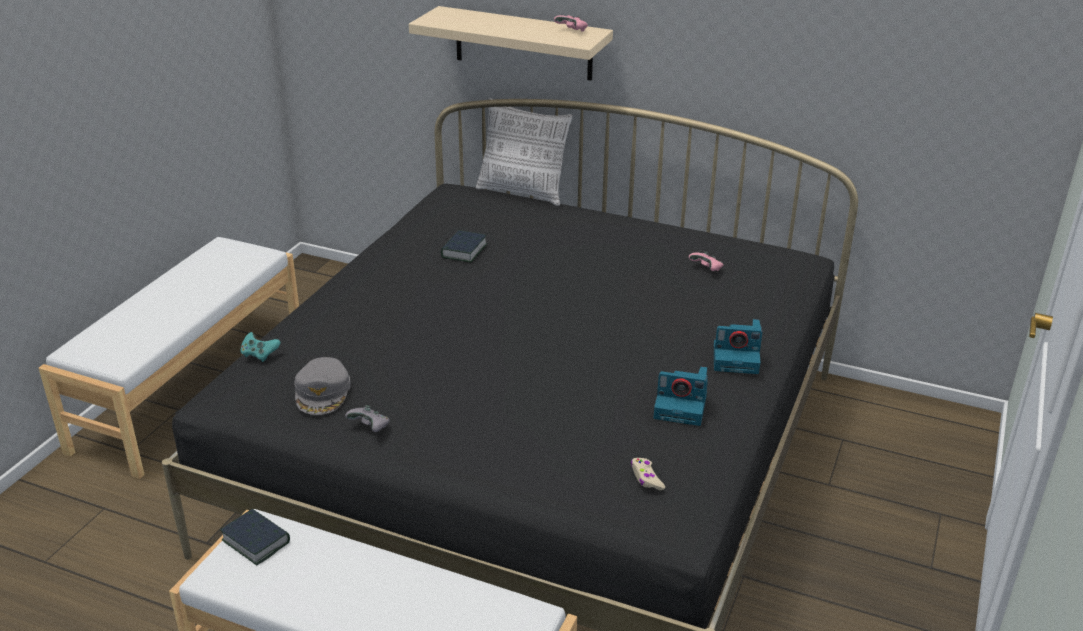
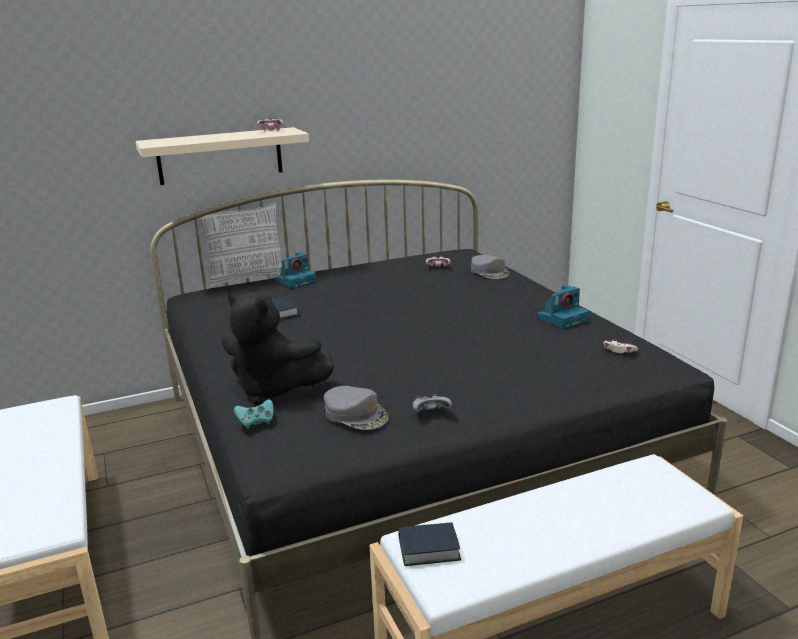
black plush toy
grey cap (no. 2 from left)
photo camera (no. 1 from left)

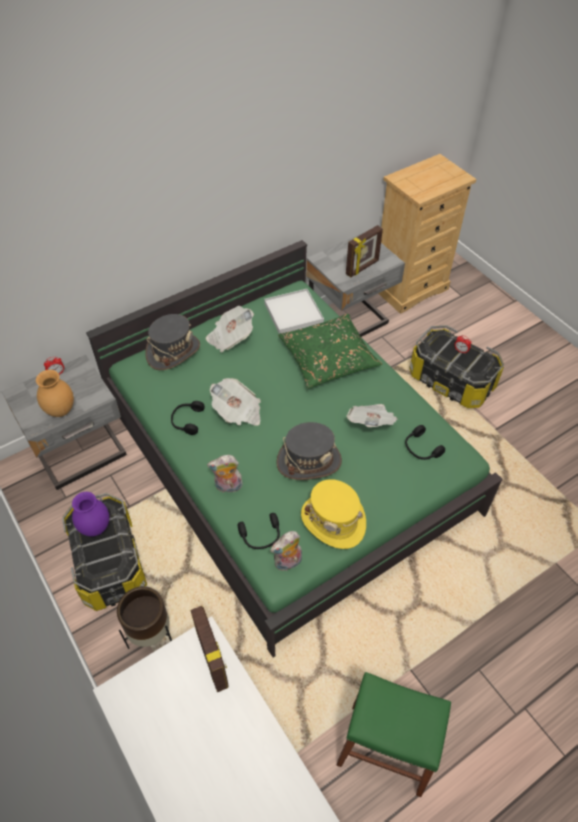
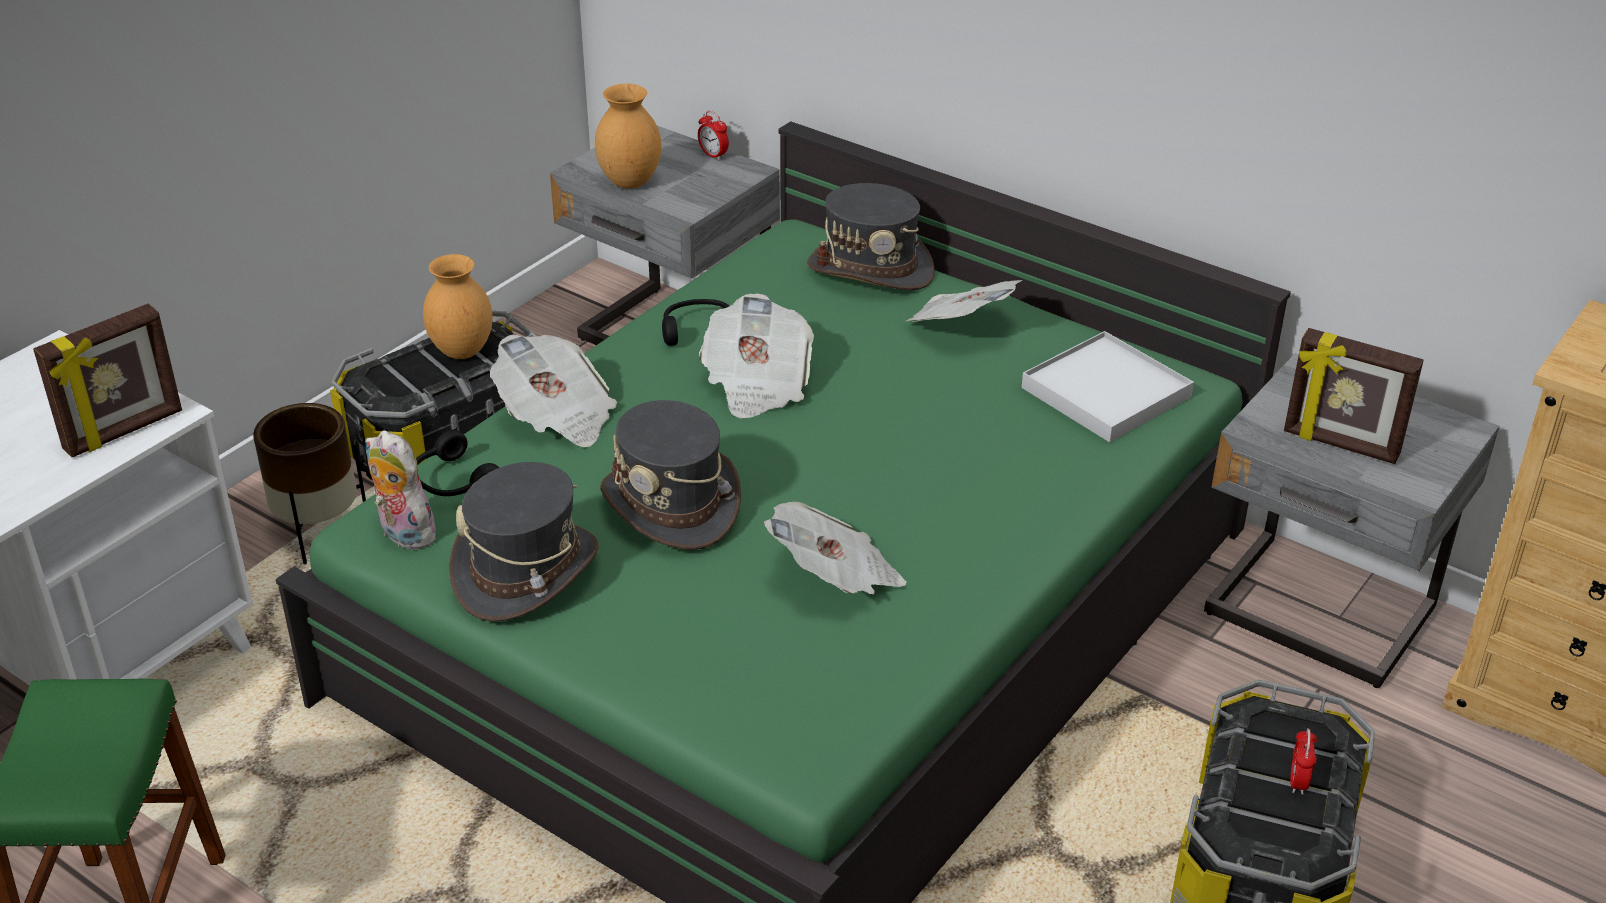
green pillow
black headphones (no. 3 from left in the first image)
newspaper (no. 1 from left)
brown vase (no. 1 from left)
grey hat (no. 1 from left)

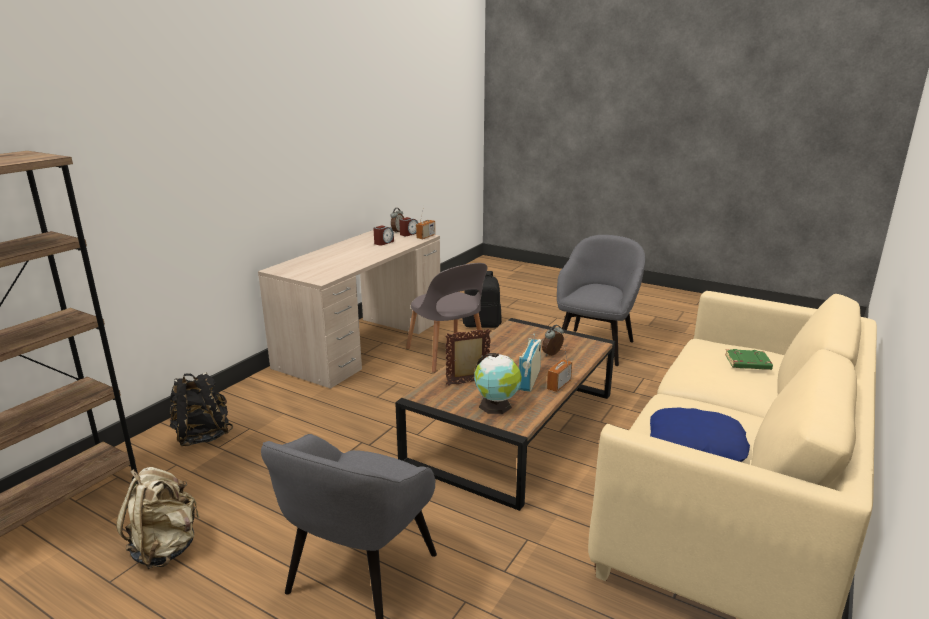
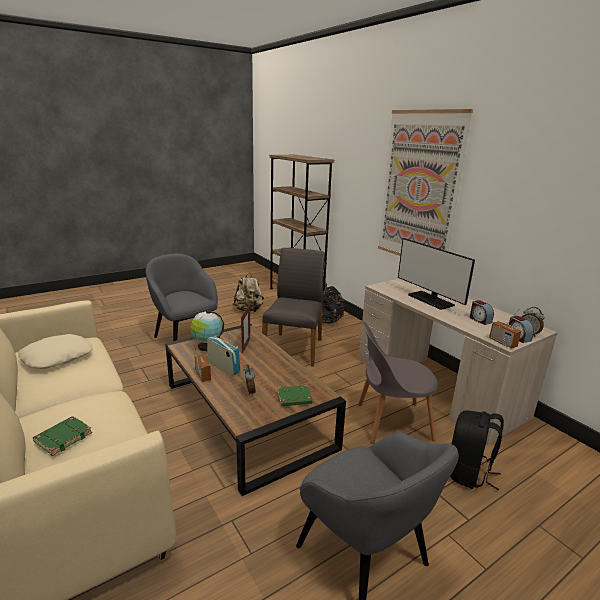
grey chair (no. 1 from left)
green book (no. 2 from left)
picture
monitor
beige pillow

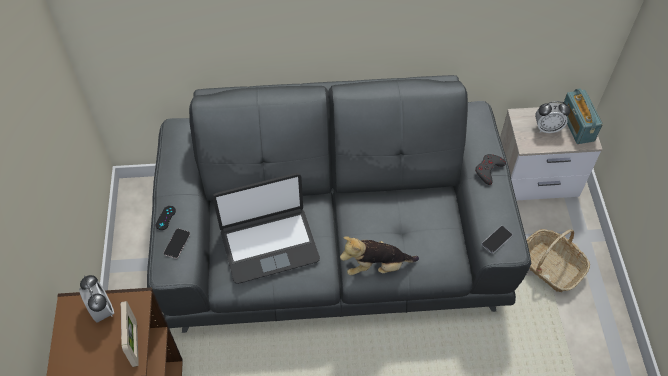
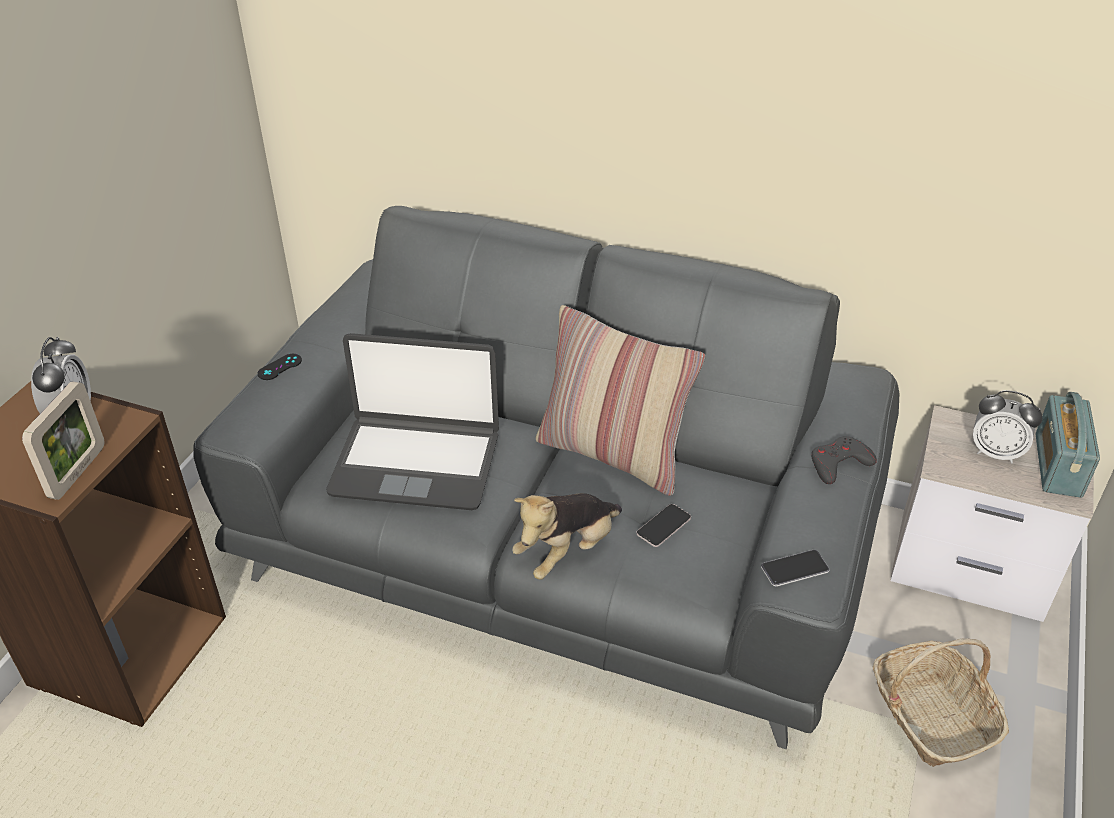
pillow
phone (no. 1 from left)
plush toy

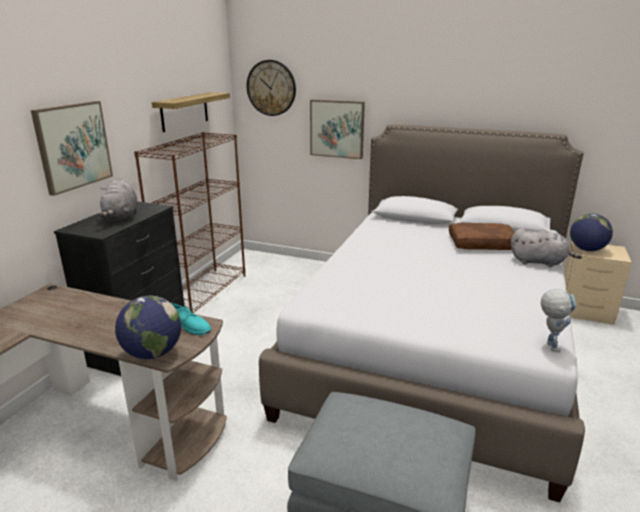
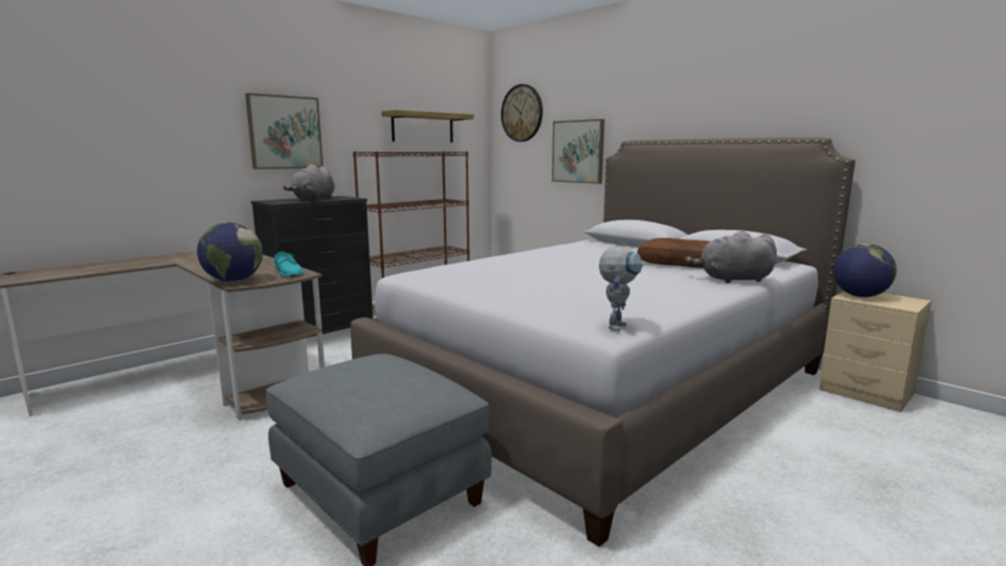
grey plush toy (no. 2 from left)

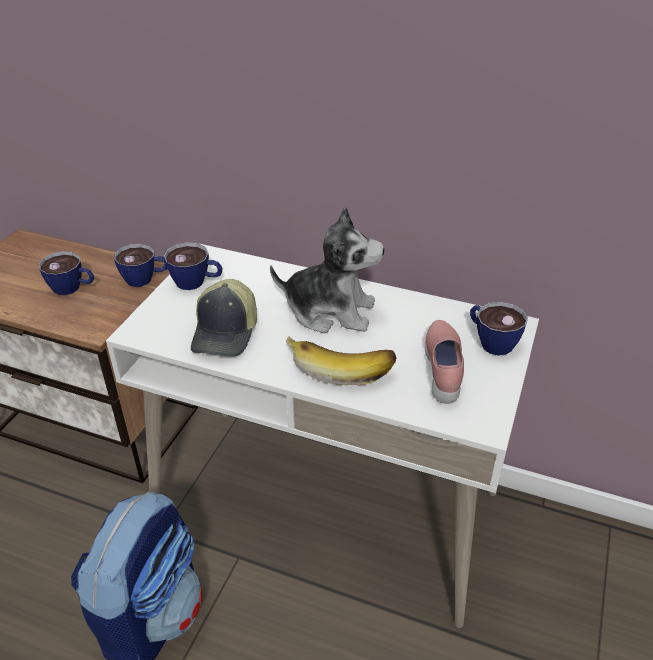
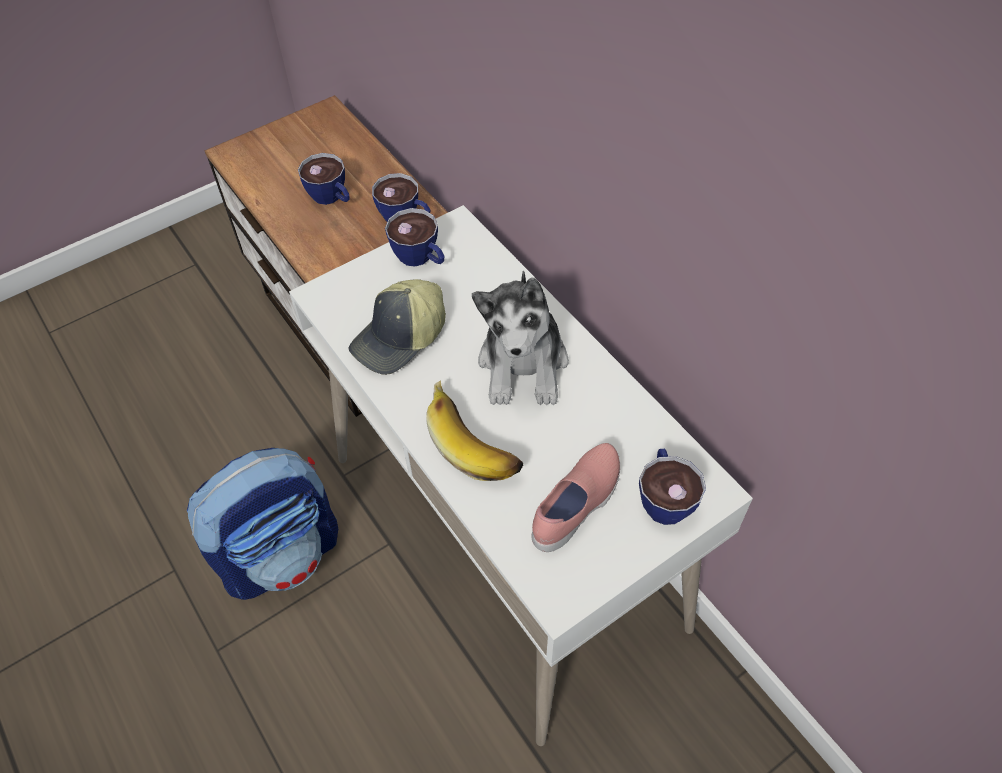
plush toy

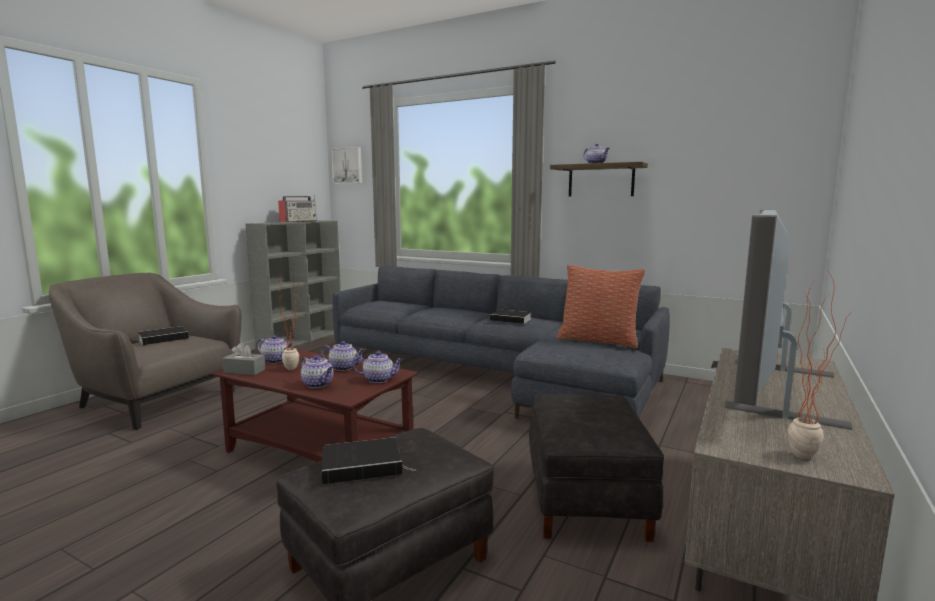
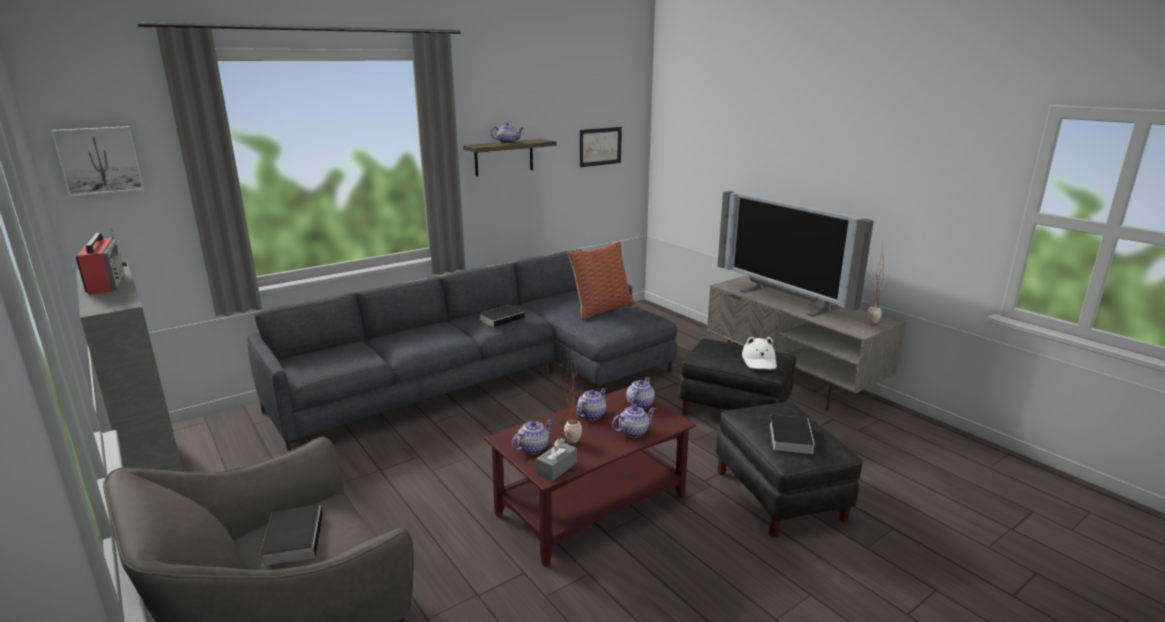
picture (no. 2 from left)
white hat

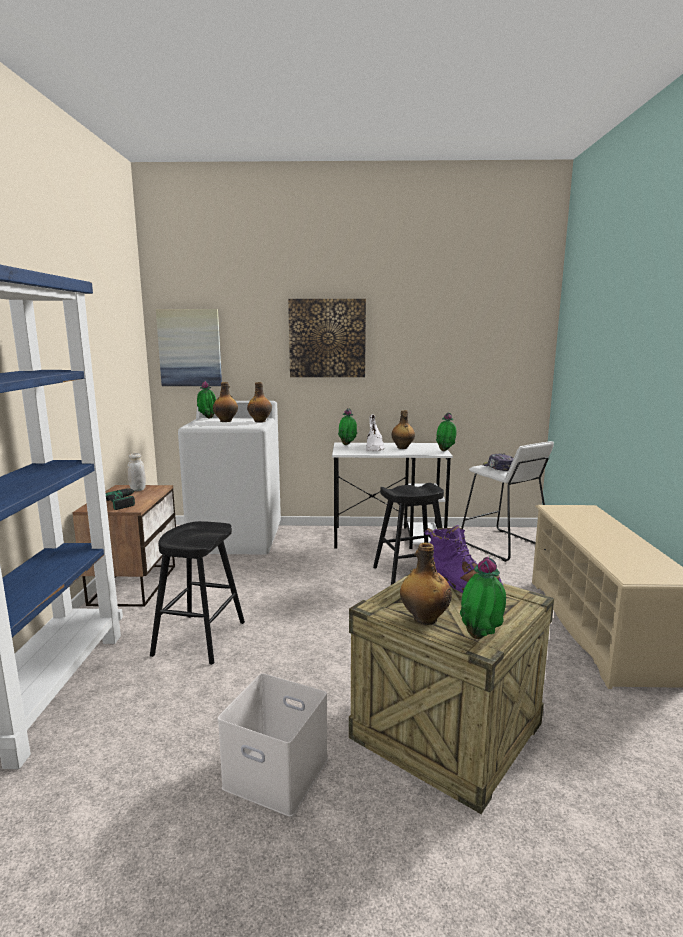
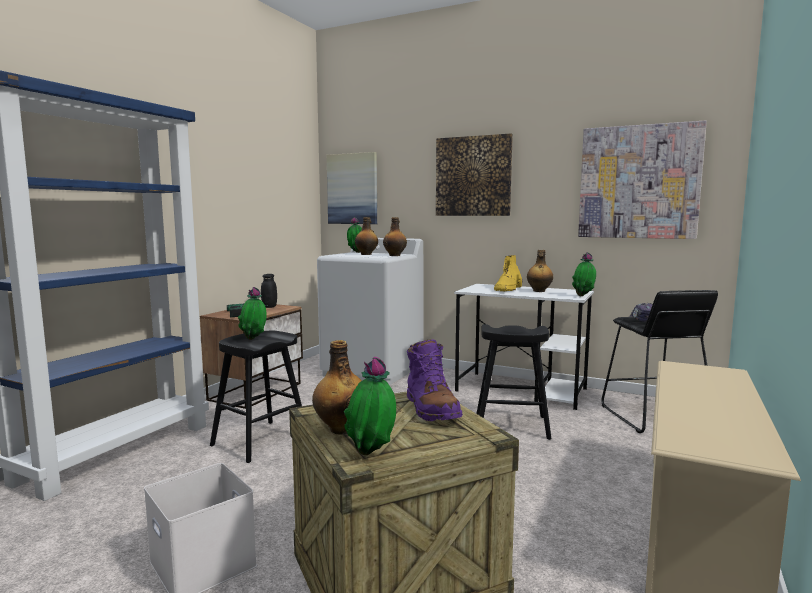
picture (no. 3 from left)
potted plant (no. 1 from left)
black jar
yellow boot
black stool (no. 3 from left)

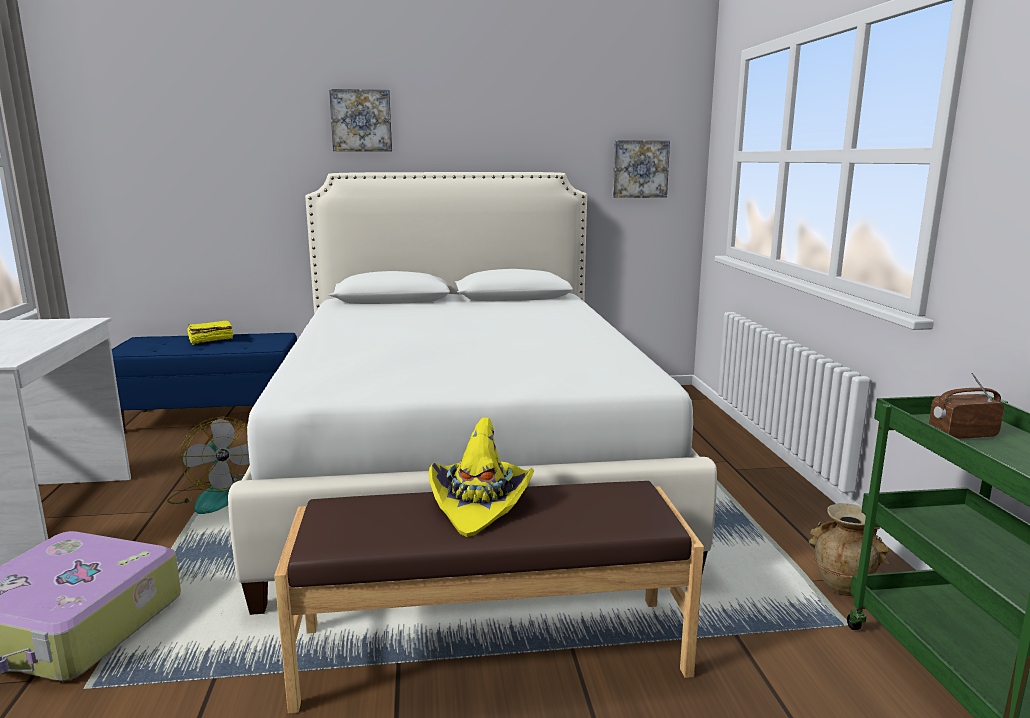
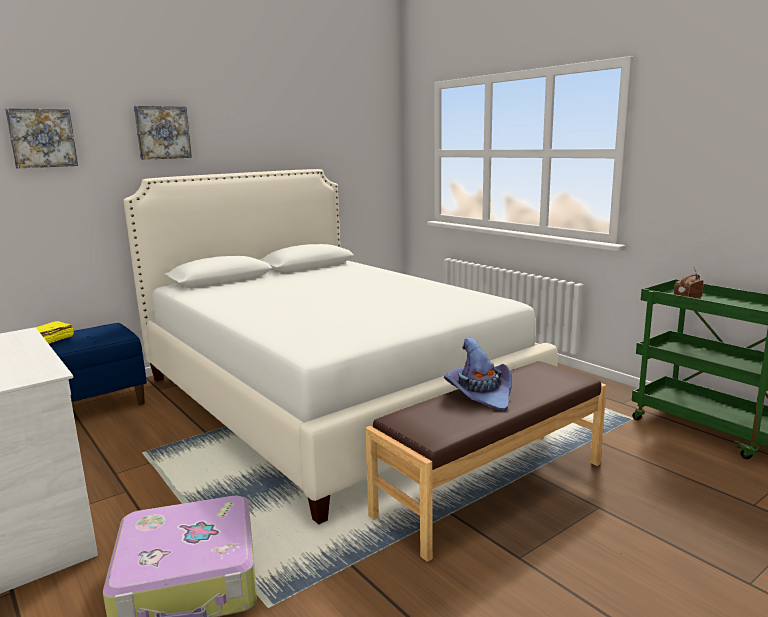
fan
beige vase
picture (no. 1 from left)
purple hat

